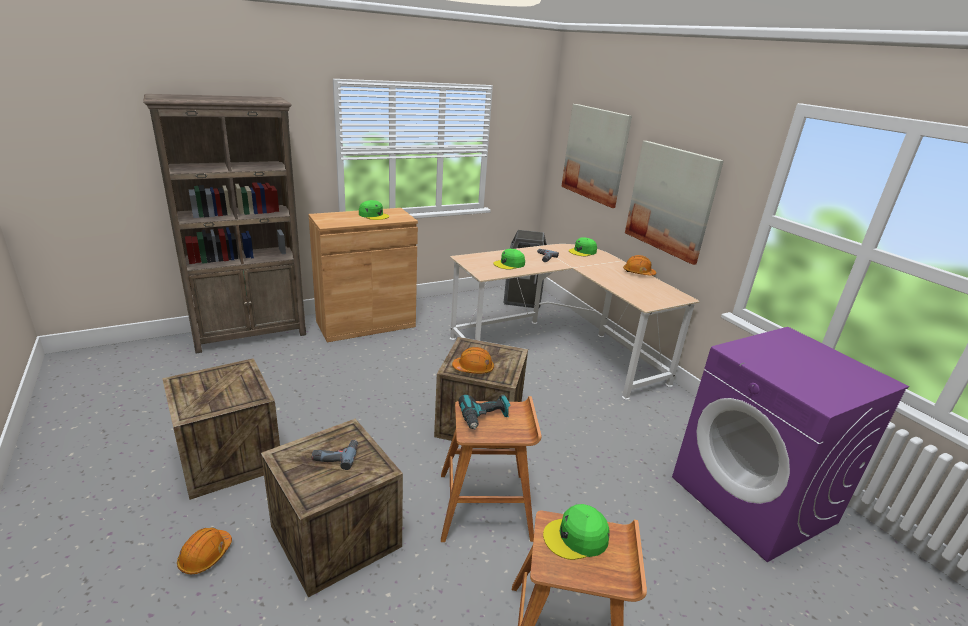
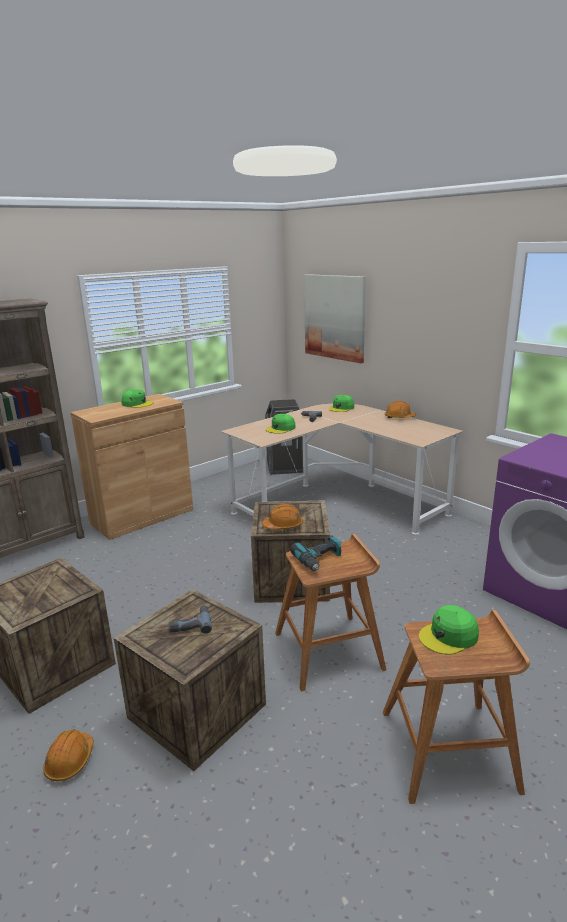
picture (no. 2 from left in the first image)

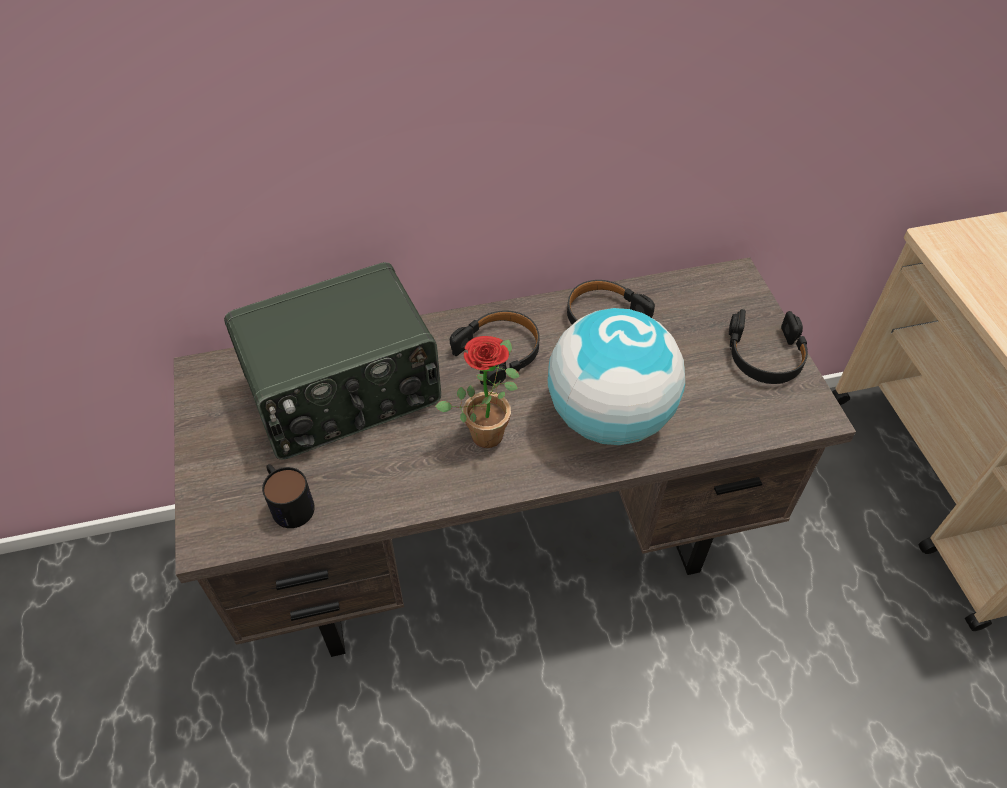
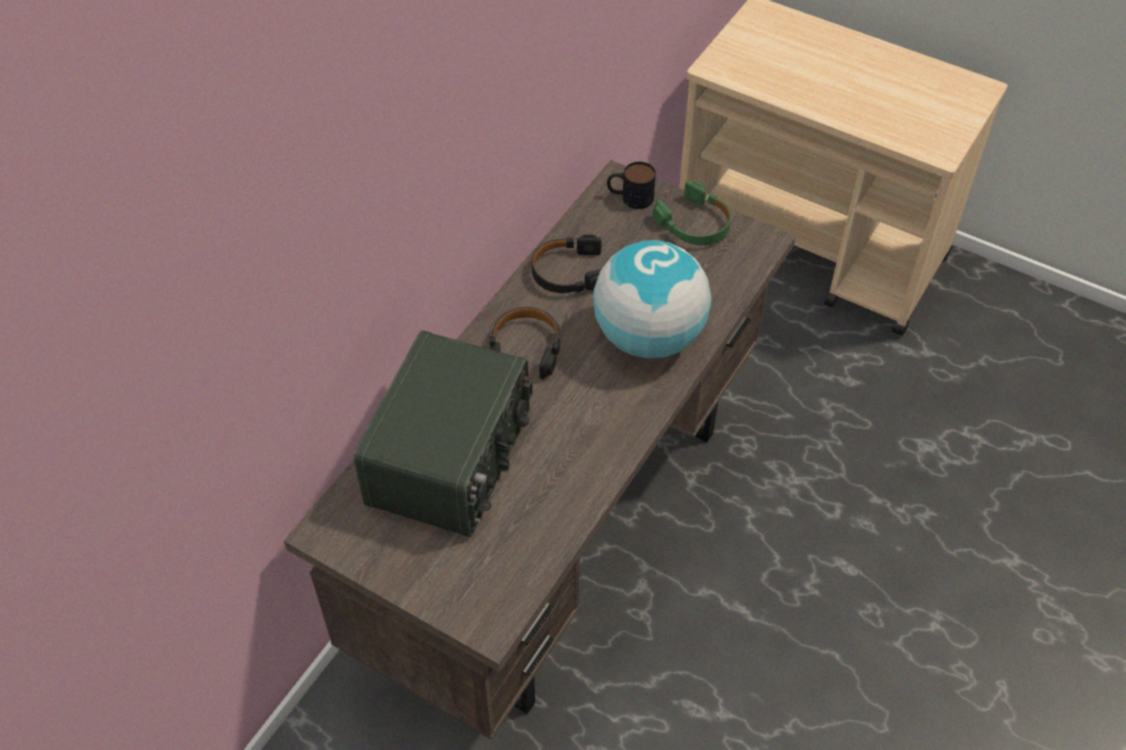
potted plant
mug
green headphones

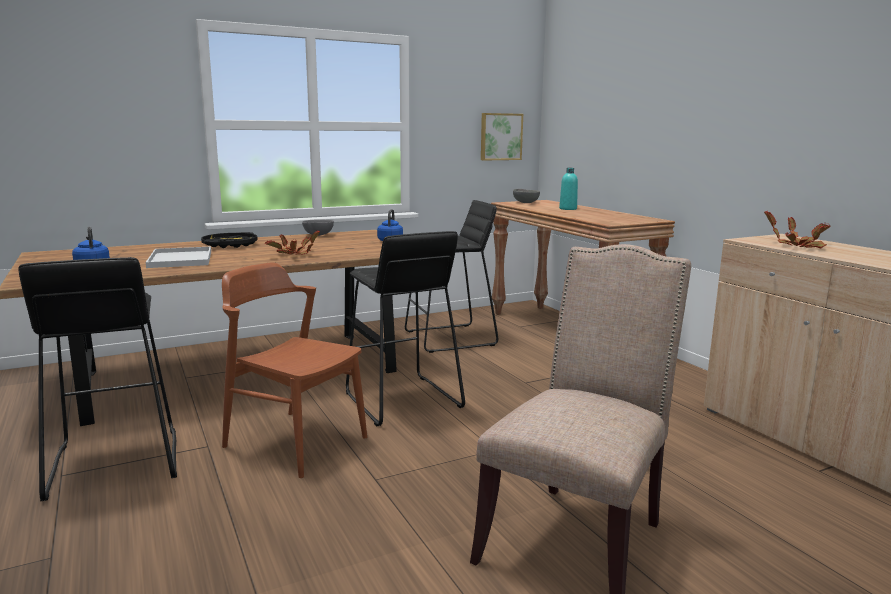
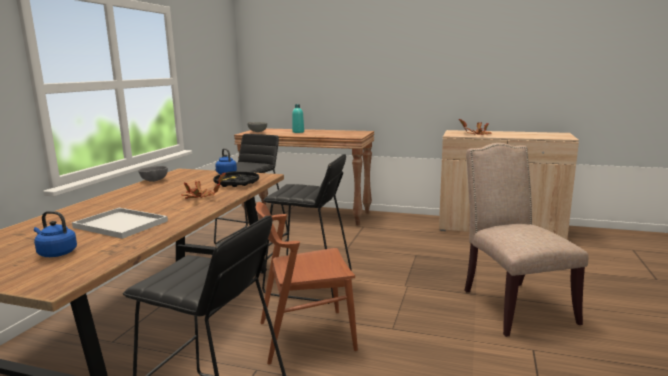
picture
black tray

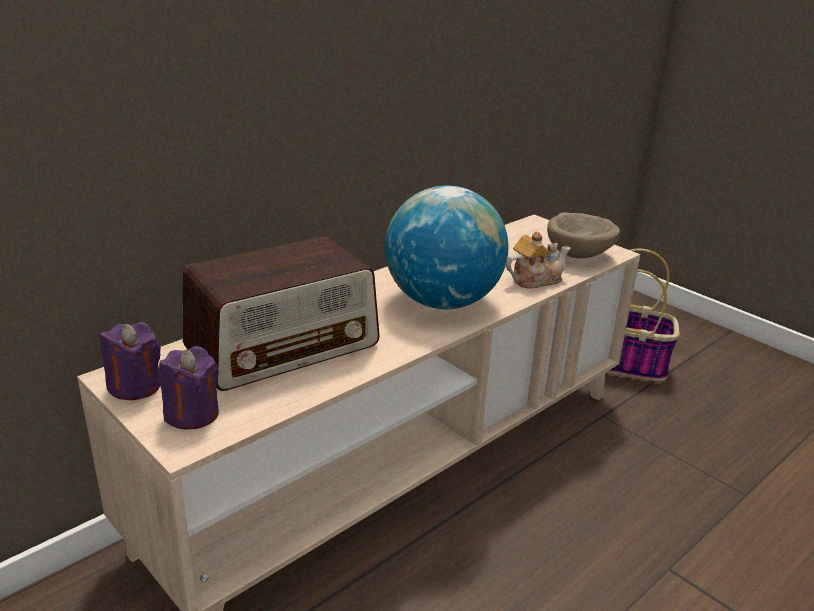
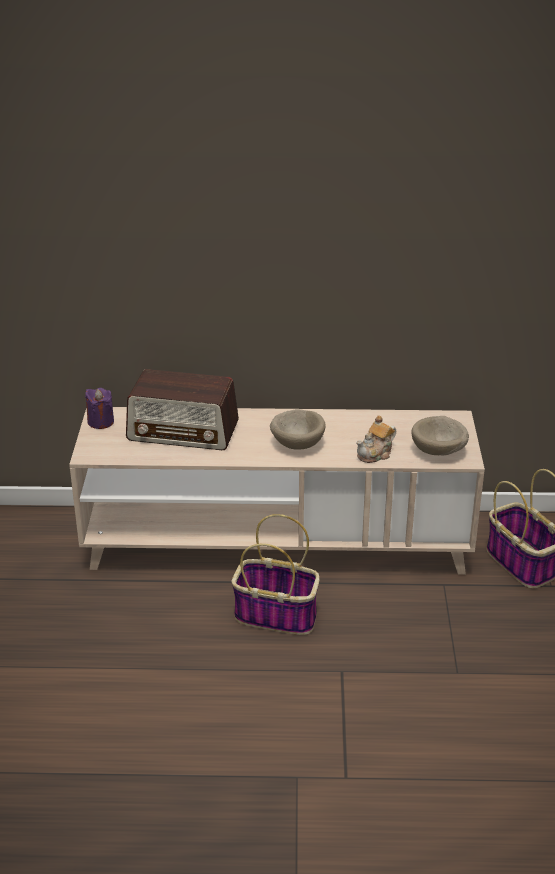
purple candle (no. 2 from left in the first image)
basket (no. 1 from left)
beige bowl (no. 1 from left)
teapot

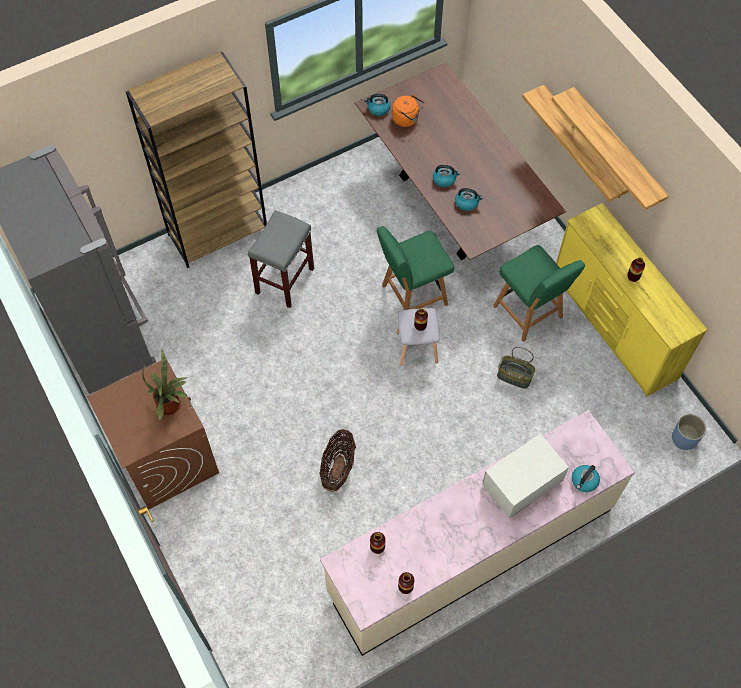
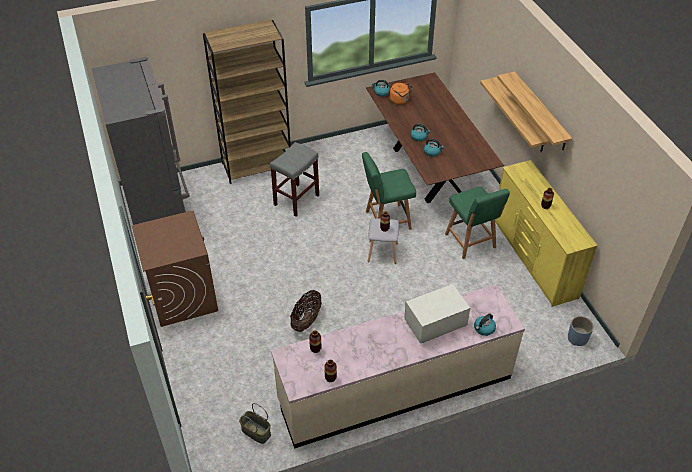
potted plant
basket (no. 1 from left)

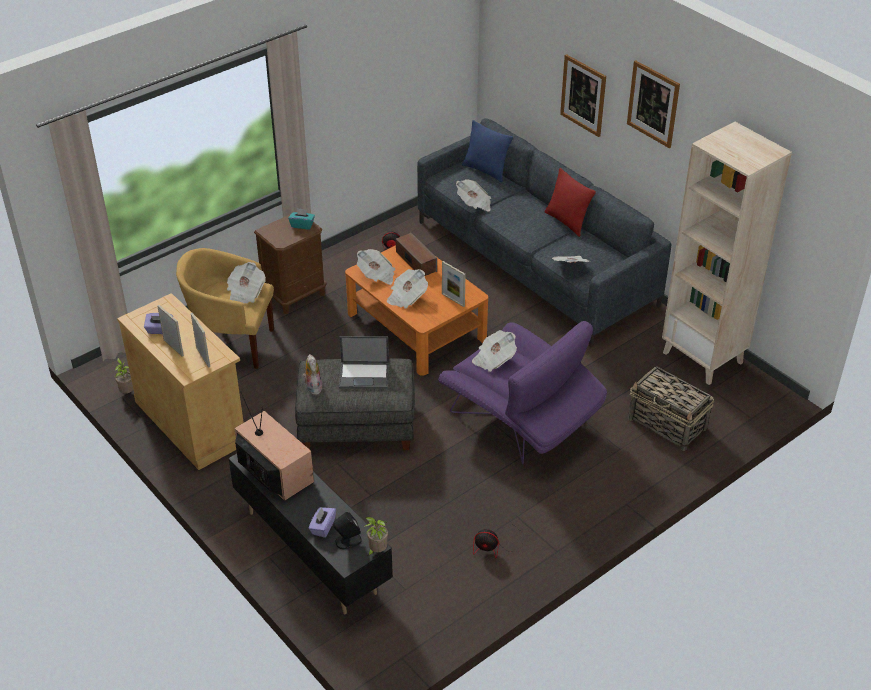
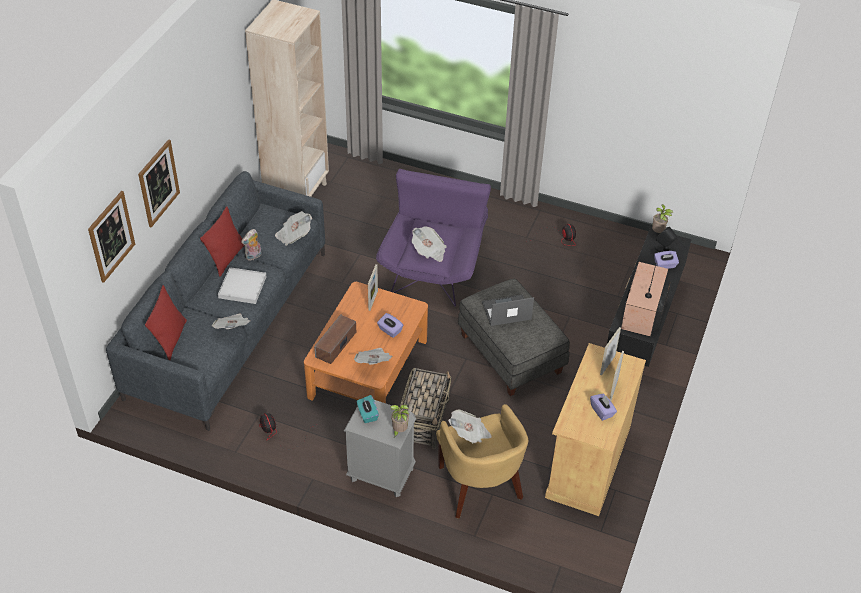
white tray
potted plant (no. 1 from left)
plush toy
picture (no. 1 from left)
basket
purple tissue box (no. 1 from left)
grey nightstand
red pillow (no. 1 from left)
laptop

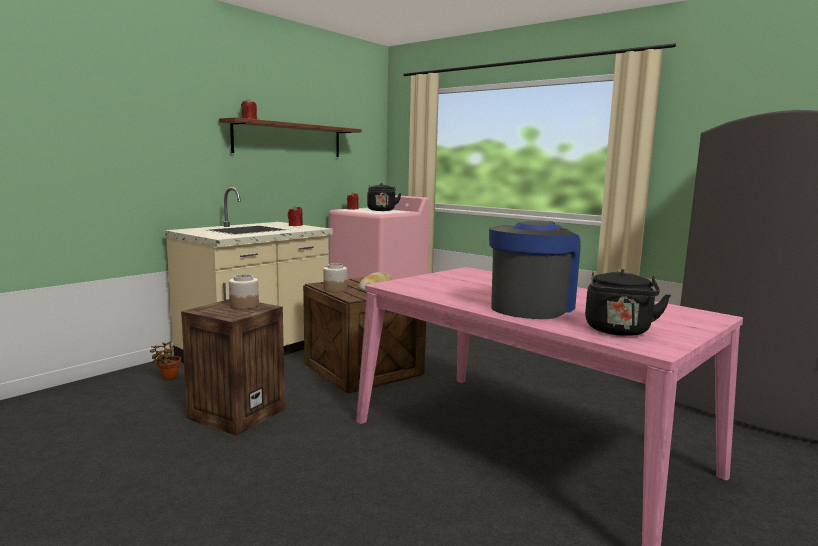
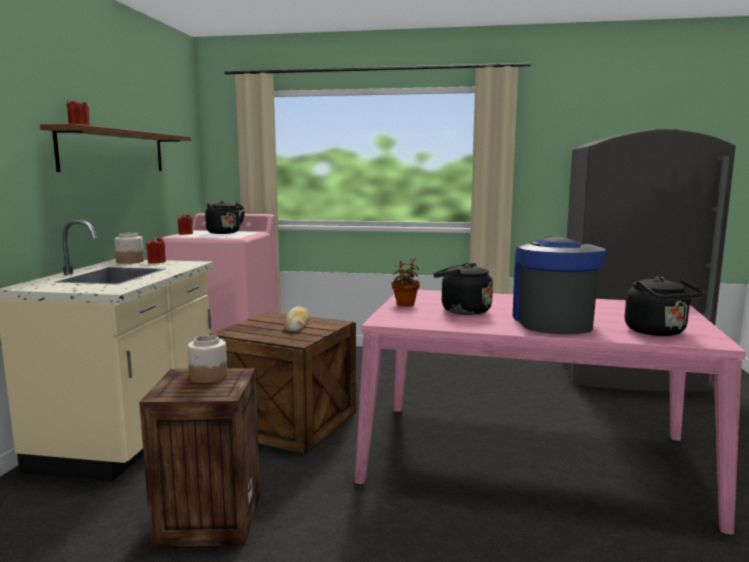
black kettle (no. 2 from left)
potted plant
jar (no. 1 from left)

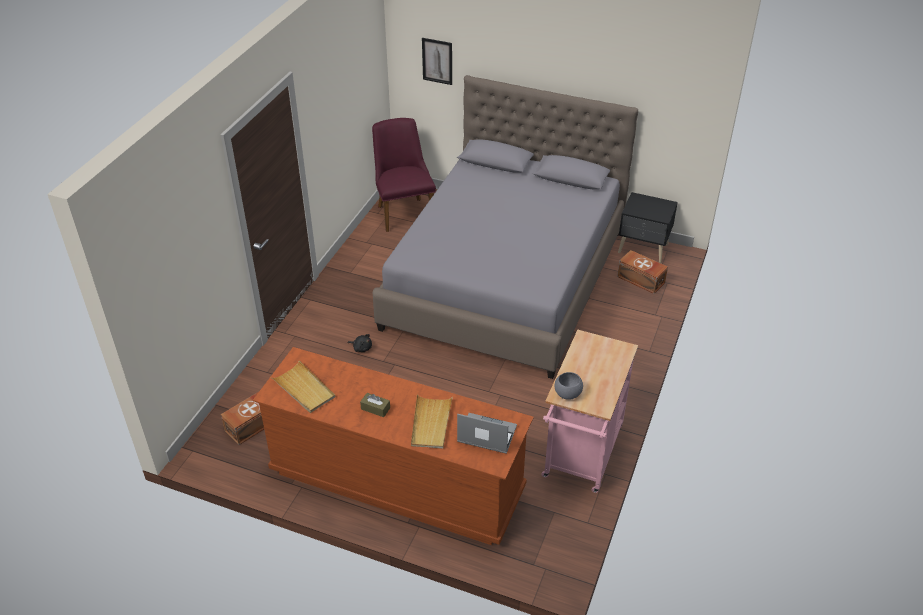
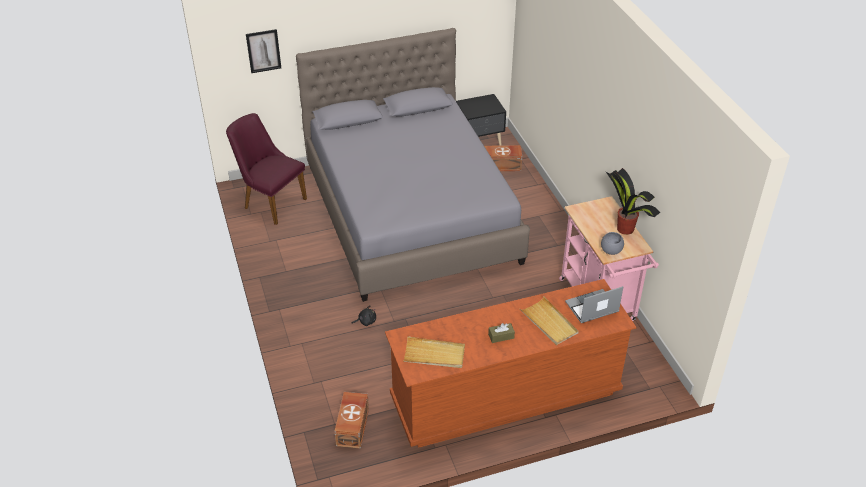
potted plant

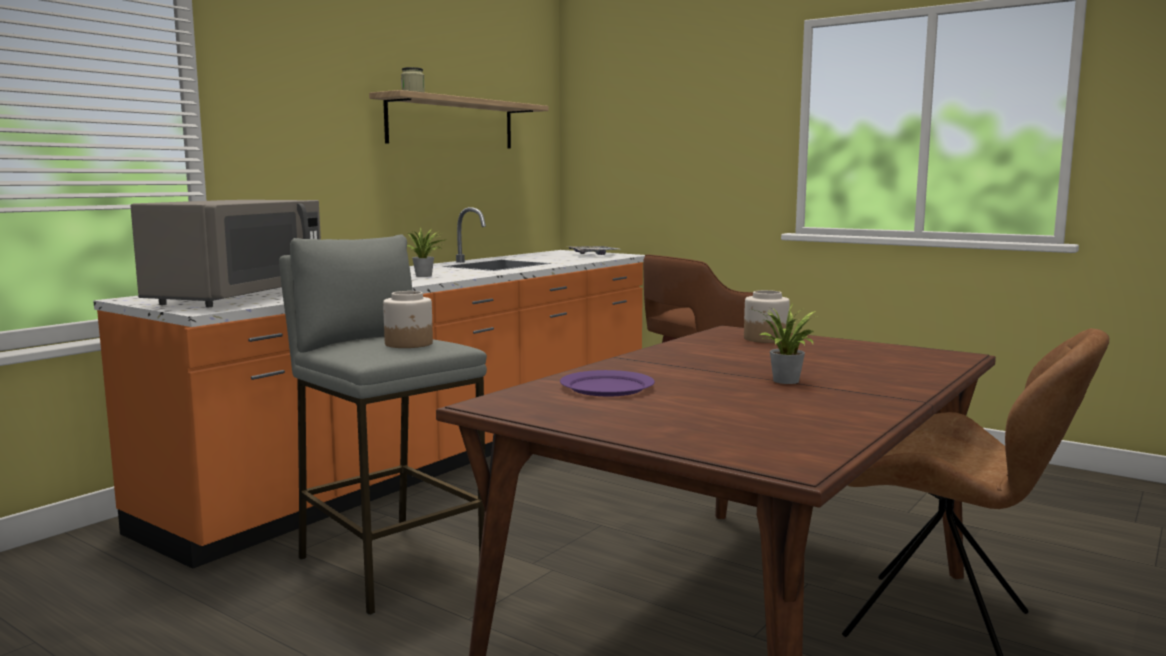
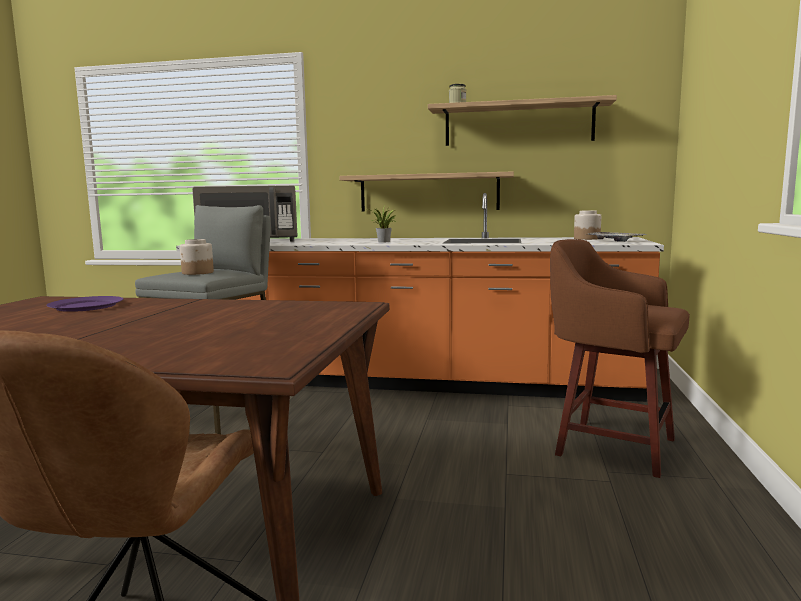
potted plant (no. 2 from left in the first image)
shelf (no. 1 from left)
jar (no. 3 from left)

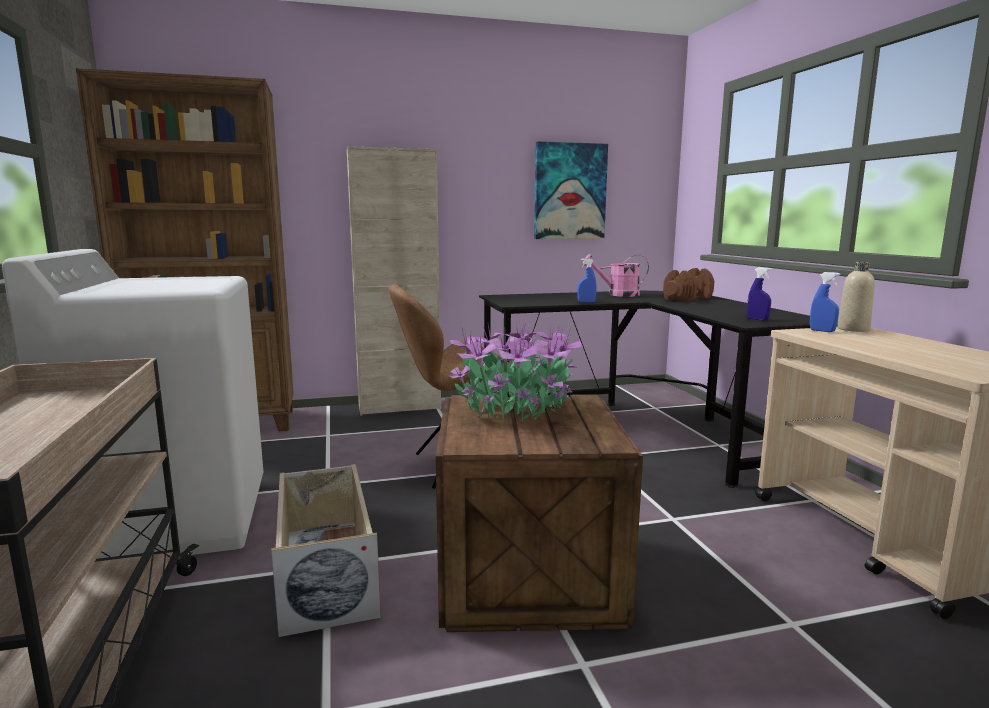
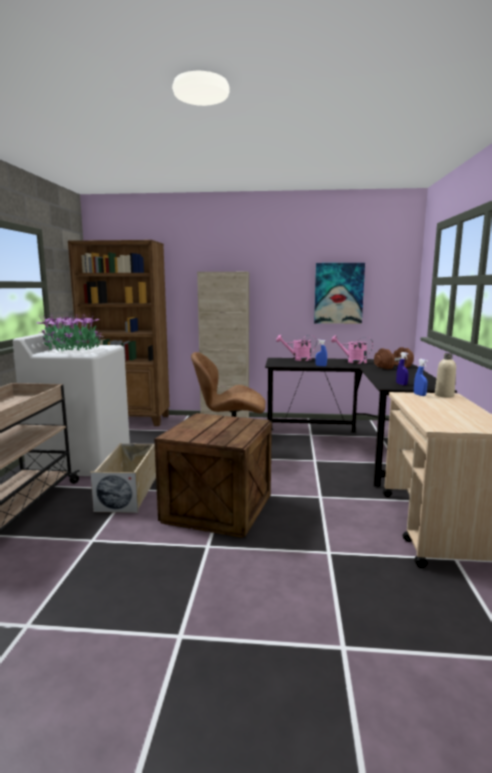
pink watering can (no. 1 from left)
potted plant

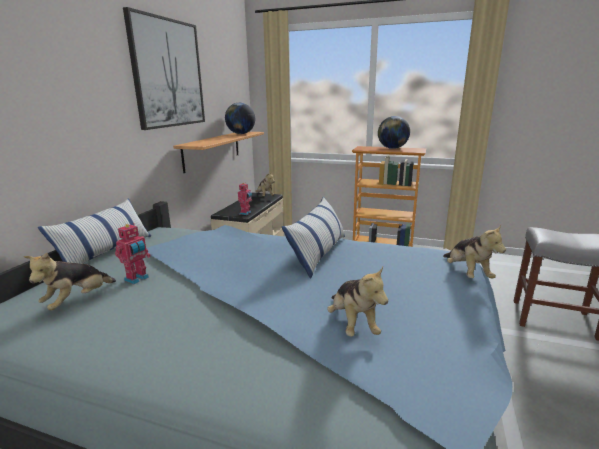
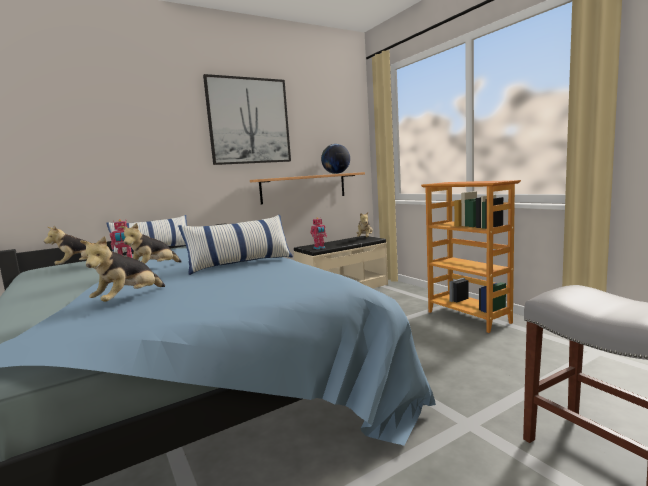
globe (no. 2 from left in the first image)
plush toy (no. 3 from left)

